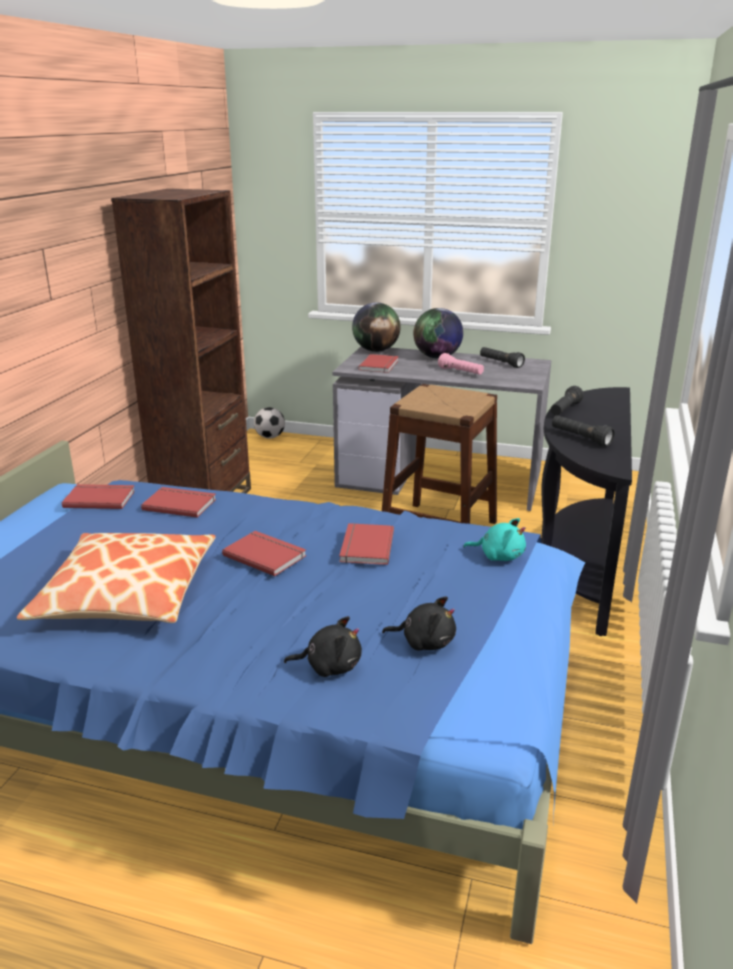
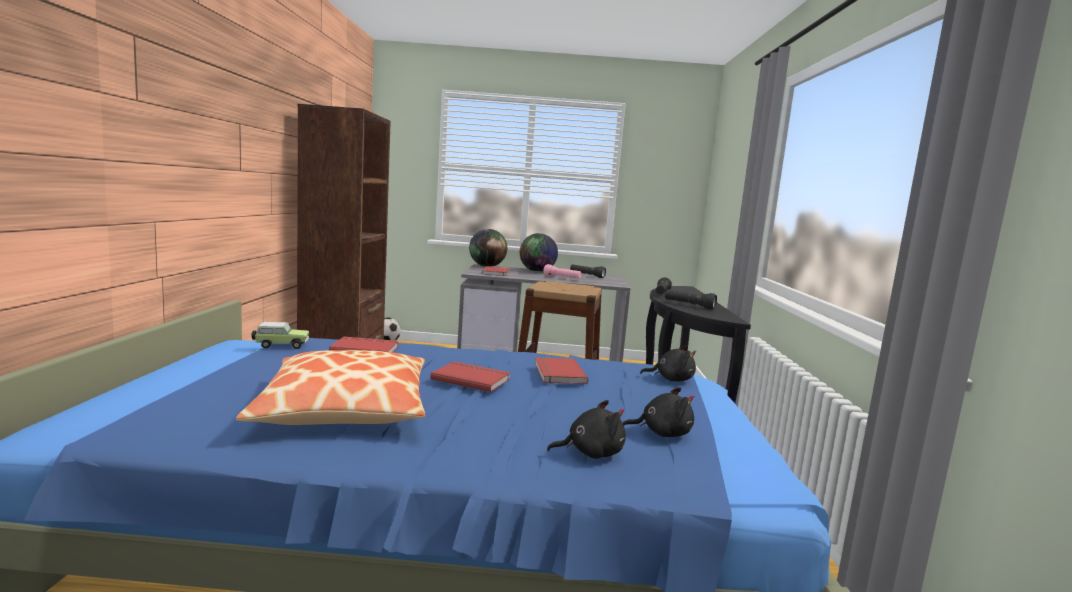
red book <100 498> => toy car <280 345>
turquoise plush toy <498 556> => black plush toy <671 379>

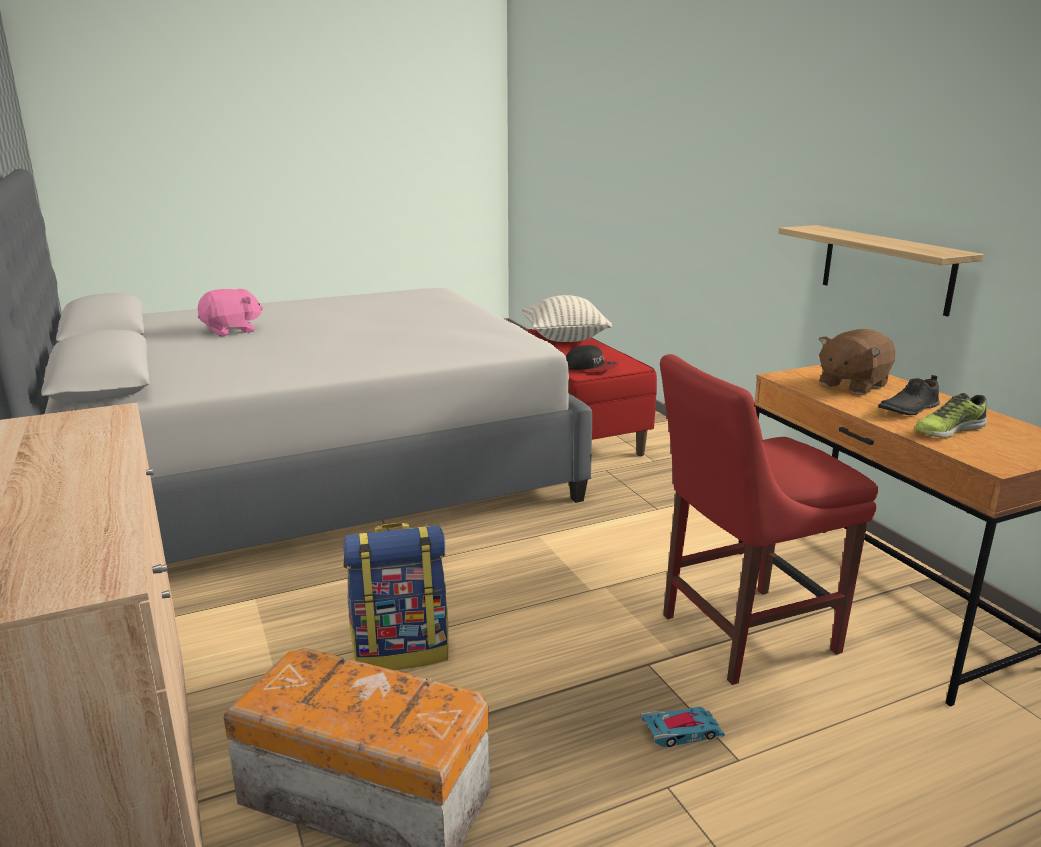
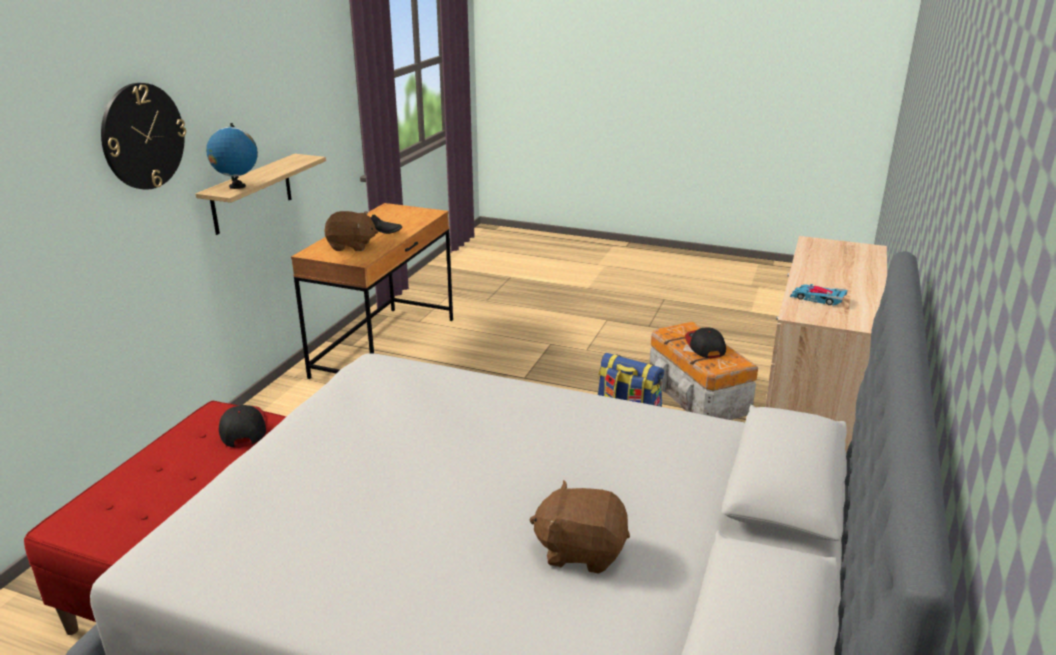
pillow <564 338> => nothing
red chair <740 634> => nothing
shoe <947 430> => nothing
nothing => wall clock <143 136>
nothing => globe <237 186>
nothing => cap <704 346>
toy car <682 731> => toy car <817 298>, shifted
pink plush toy <231 331> => brown plush toy <581 550>

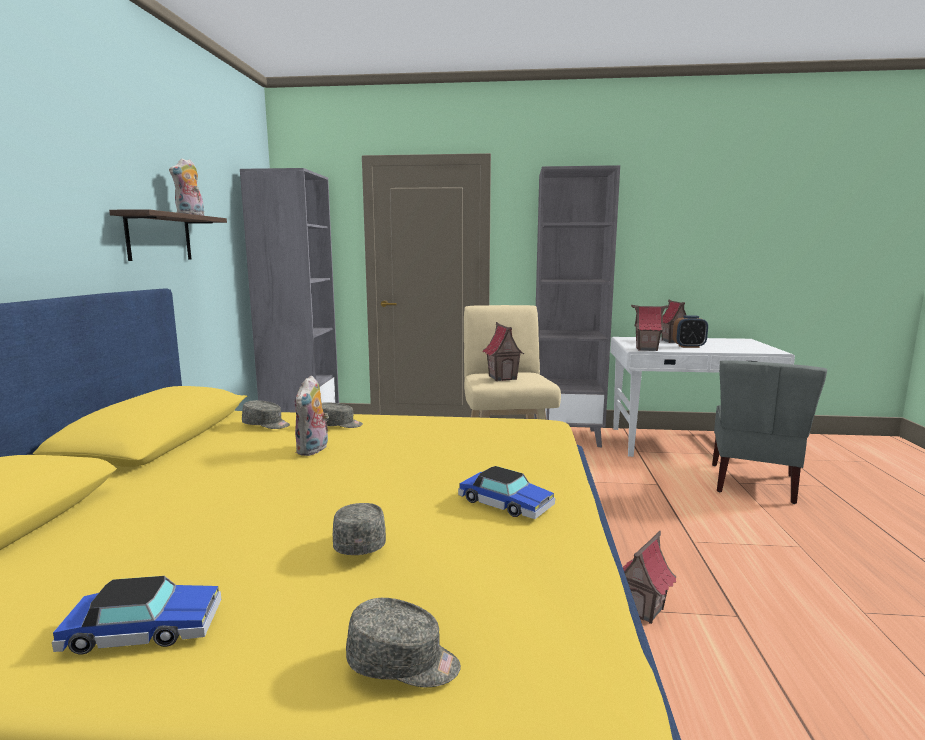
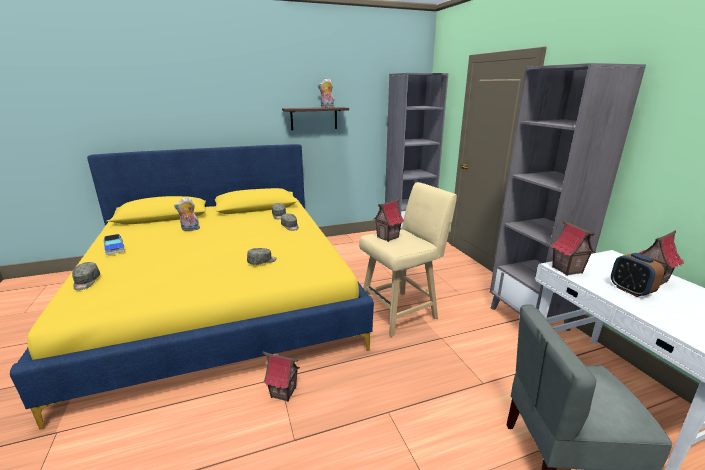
toy car <505 503> => nothing
plush toy <313 450> => plush toy <190 229>, shifted
grey cap <360 541> => grey cap <262 261>, shifted

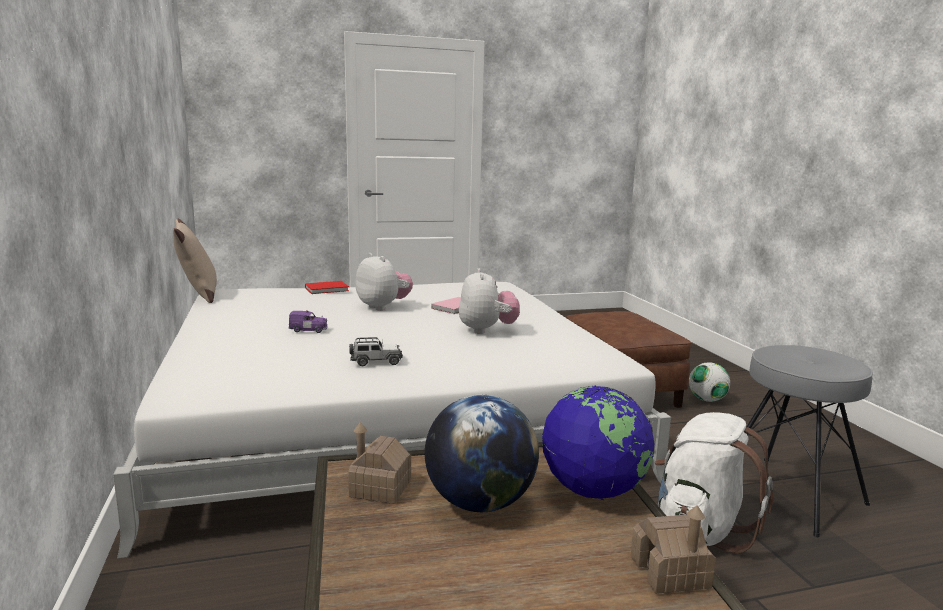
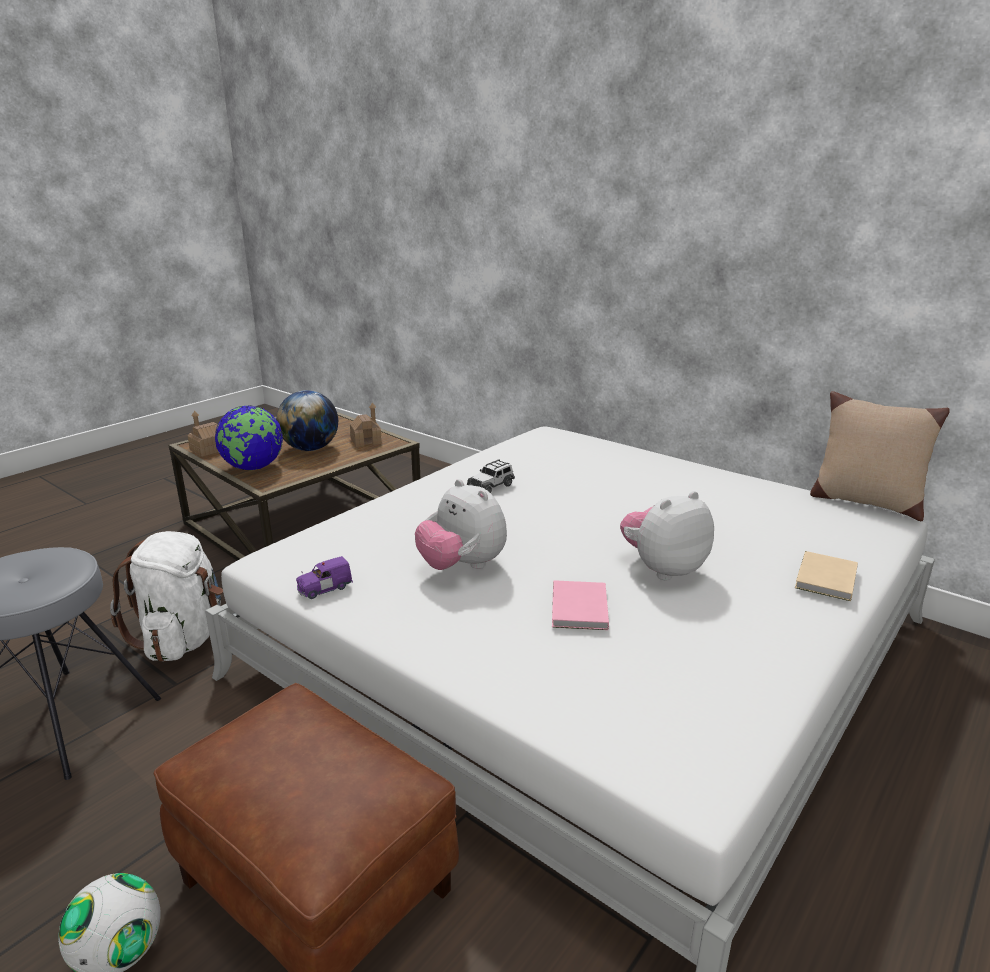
purple toy car <308 330> => purple toy car <324 588>, shifted
red book <328 289> => beige book <824 579>
plush toy <383 307> => plush toy <663 569>, 135 degrees clockwise

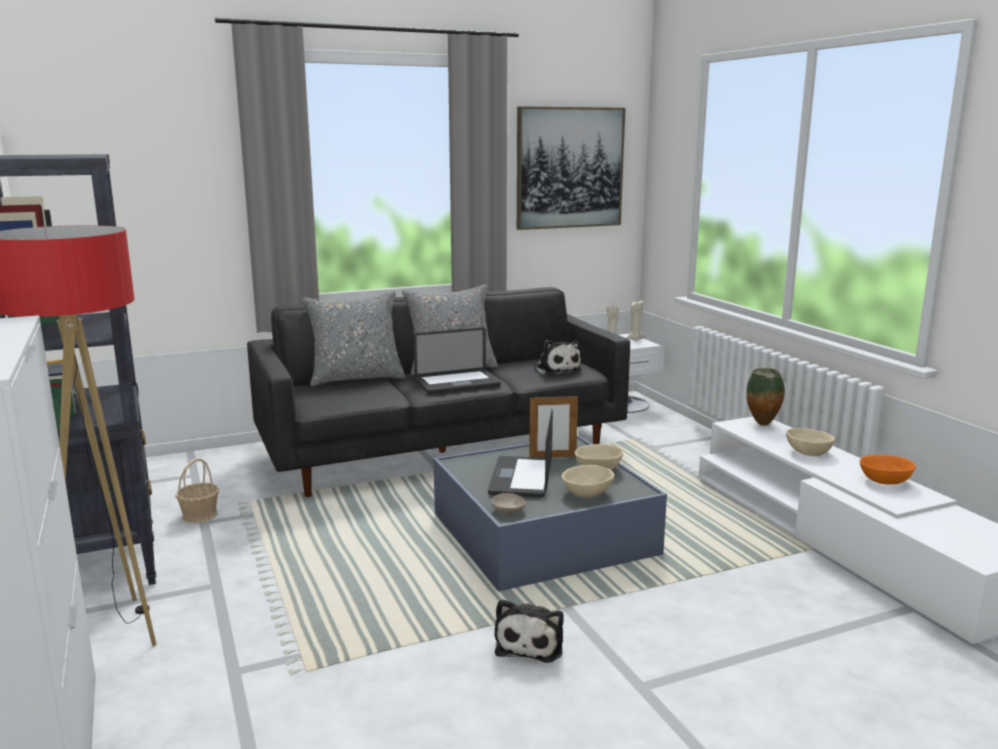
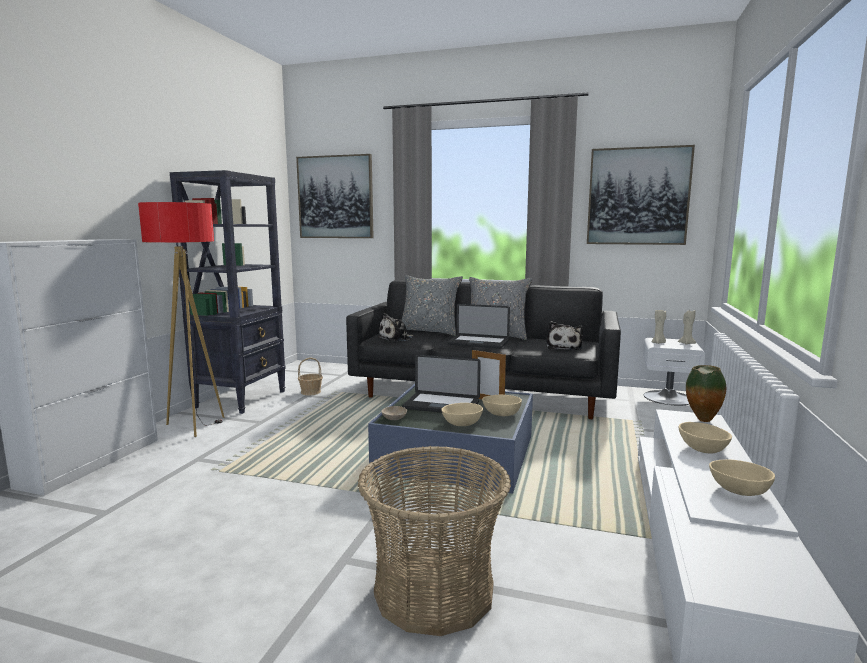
nothing => picture <335 197>
nothing => basket <434 591>
plush toy <530 643> => plush toy <396 338>, shifted
orange bowl <886 481> => beige bowl <740 491>
laptop <521 478> => laptop <441 405>, 120 degrees counterclockwise

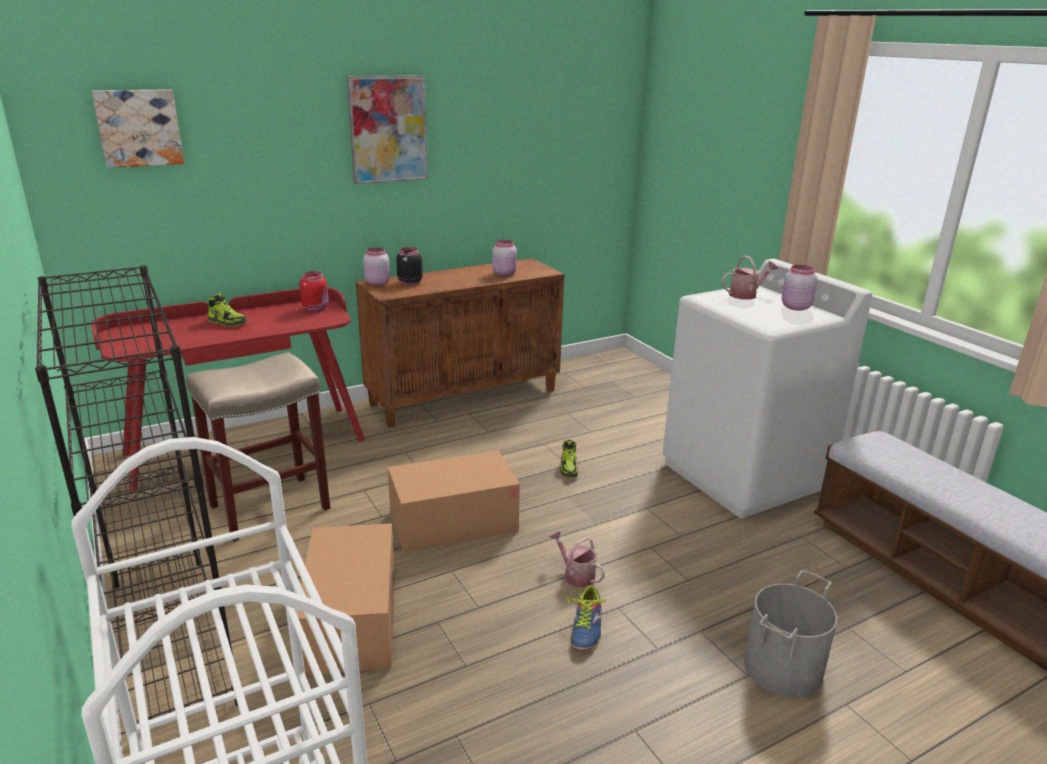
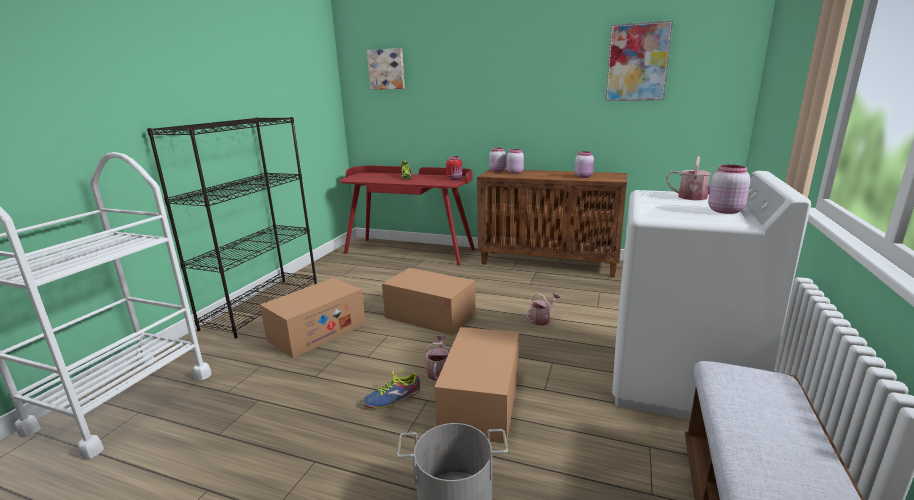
beige stool <268 508> => nothing
nothing => cardboard box <481 401>
picture <388 129> => picture <637 62>, shifted
shoe <569 469> => watering can <542 319>
black jar <409 282> => pink jar <514 172>

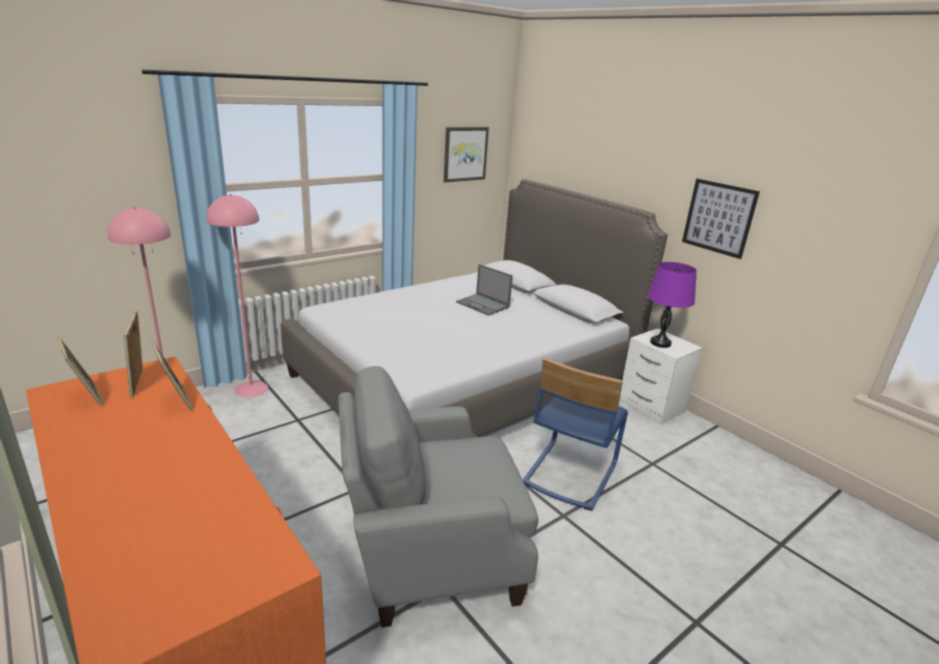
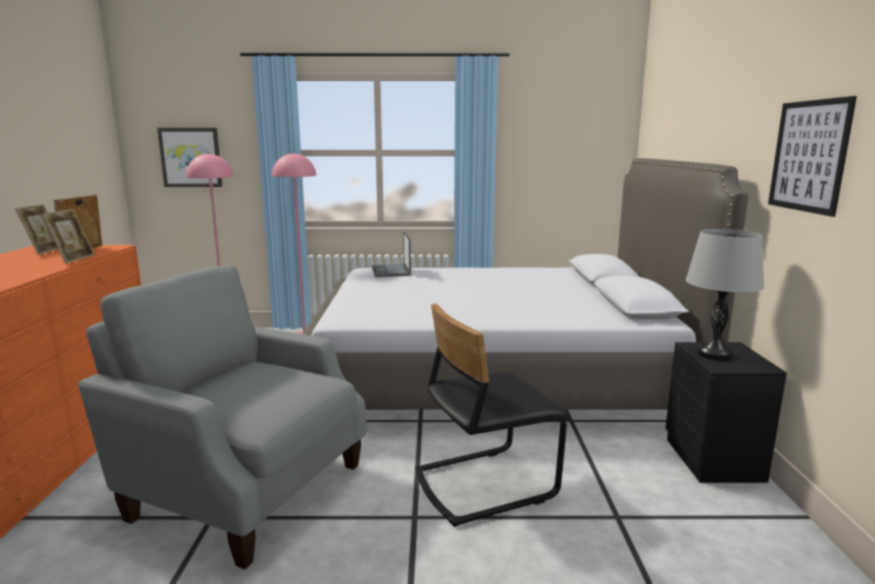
picture <465 154> => picture <191 157>, shifted
laptop <483 305> => laptop <391 271>, shifted
blue chair <569 473> => black chair <484 483>
white nightstand <652 406> => black nightstand <712 460>
purple table lamp <660 343> => grey table lamp <714 354>

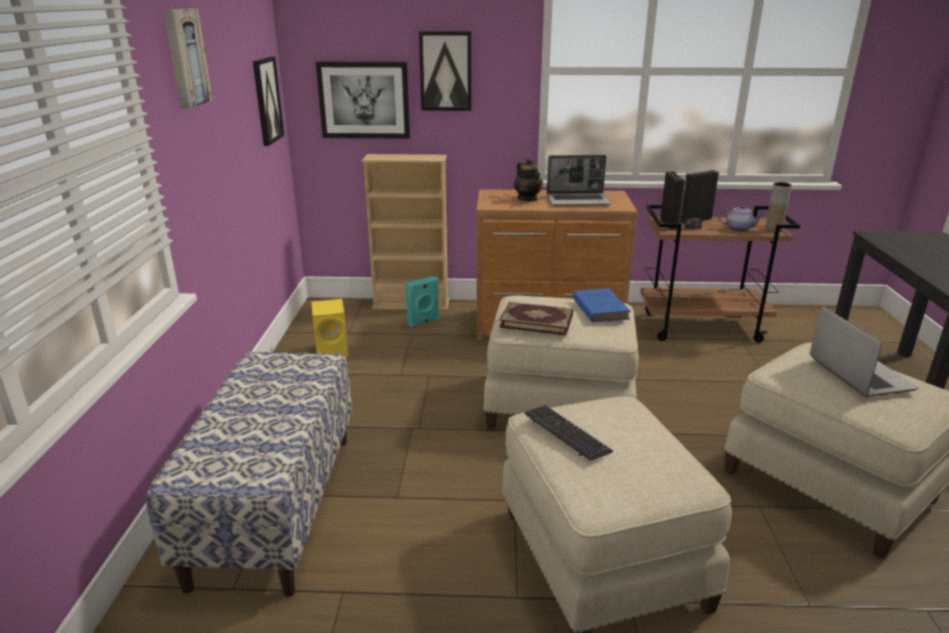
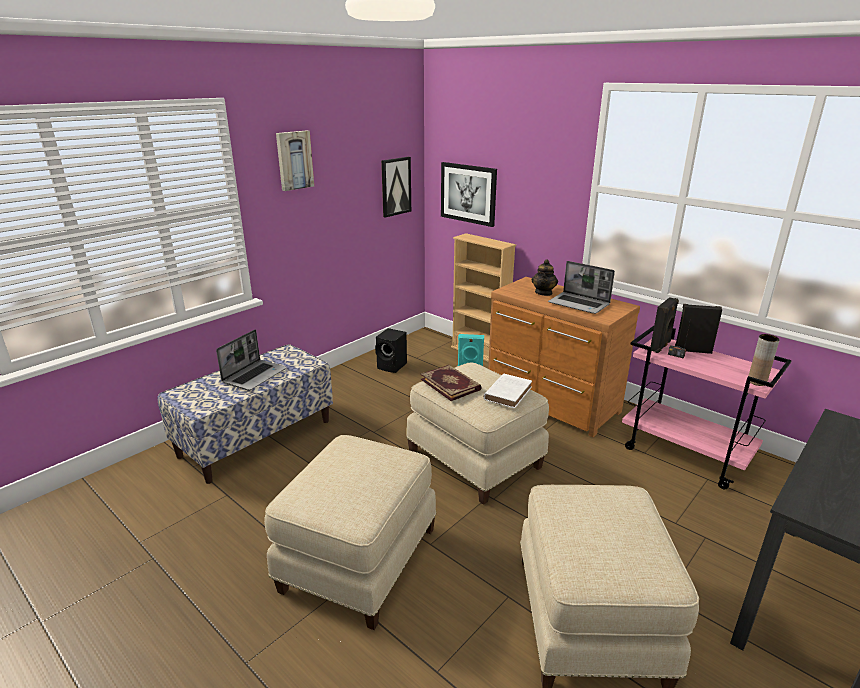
picture <445 71> => nothing
keyboard <566 433> => nothing
teapot <739 229> => nothing
laptop <858 373> => laptop <254 376>, shifted
yellow speaker <333 351> => black speaker <392 366>
blue book <599 308> => white book <508 393>
brown cart <702 327> => pink cart <686 454>

